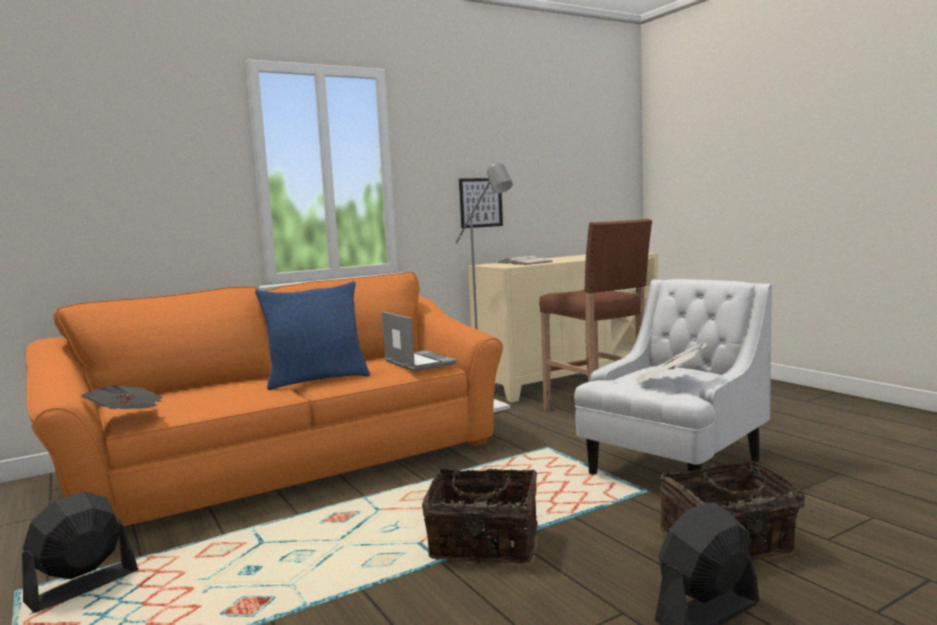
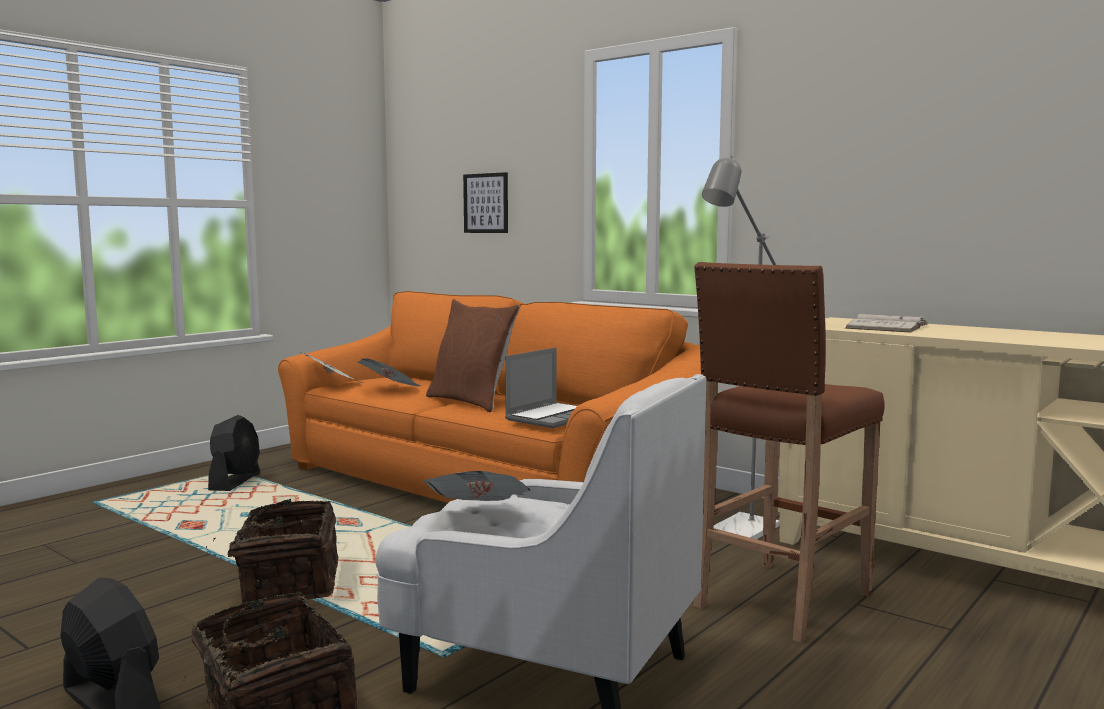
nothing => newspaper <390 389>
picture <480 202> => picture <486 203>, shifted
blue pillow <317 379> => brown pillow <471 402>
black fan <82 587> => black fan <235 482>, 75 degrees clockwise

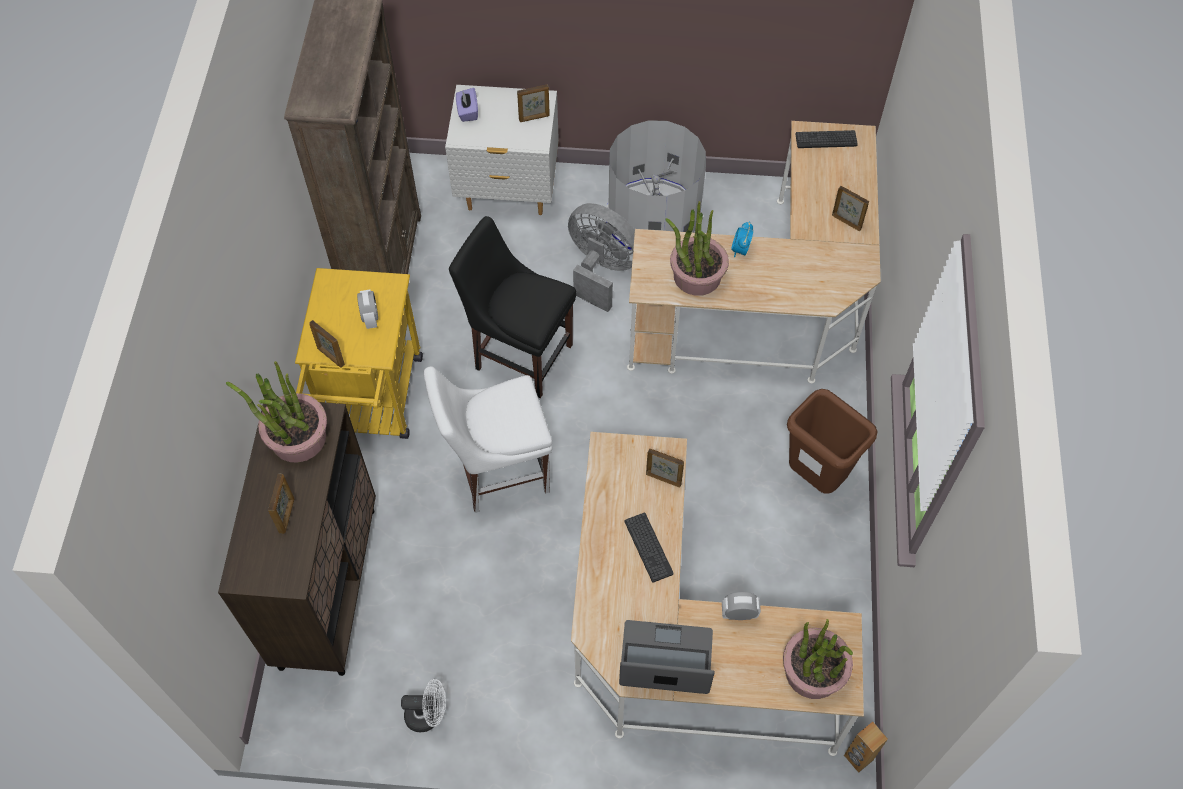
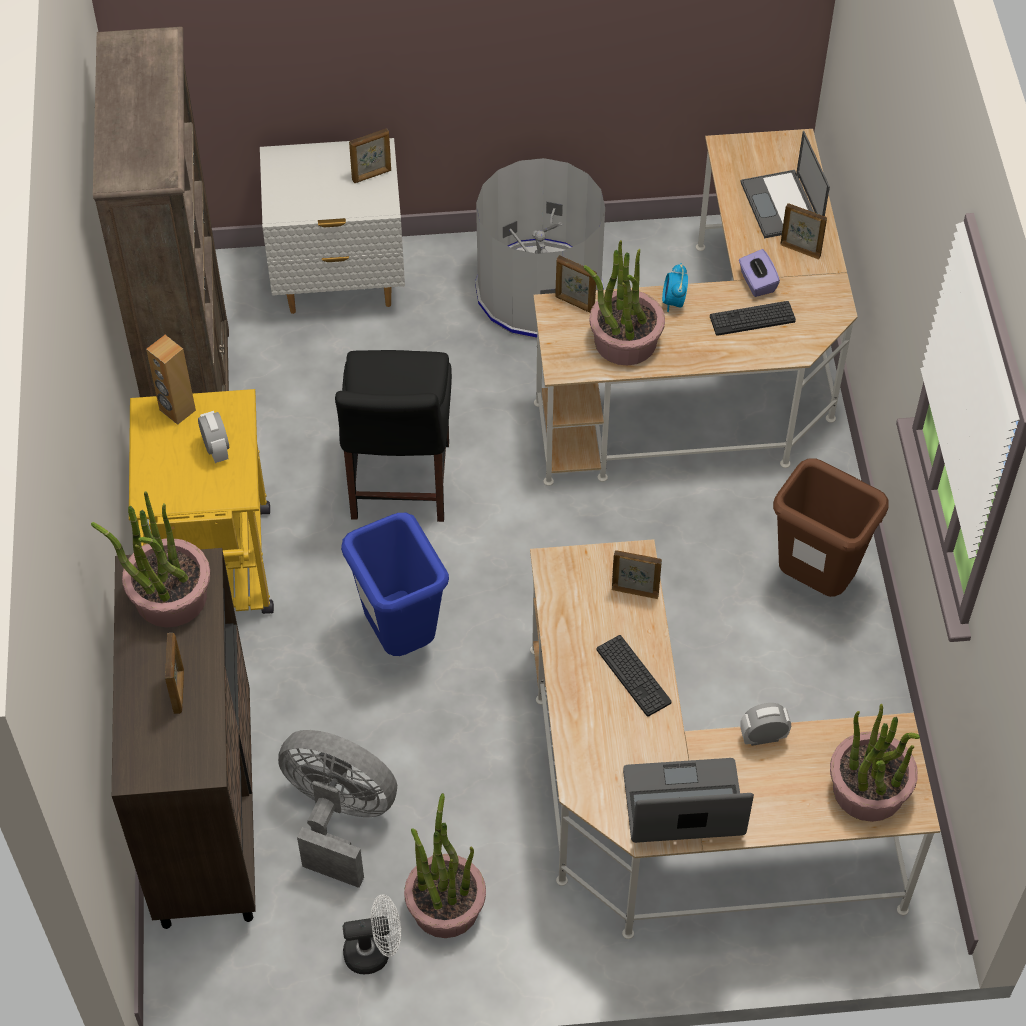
nothing => potted plant <445 906>
nothing => laptop <782 205>
picture frame <330 356> => picture frame <574 303>, shifted
purple tissue box <467 112> => purple tissue box <757 283>, shifted
grey fan <601 270> => grey fan <339 818>, shifted
keyboard <826 140> => keyboard <752 319>, shifted
brown speaker <858 758> => brown speaker <177 410>, shifted
white chair <497 472> => blue trash can <400 637>
black chair <519 354> => black chair <399 486>, 105 degrees counterclockwise

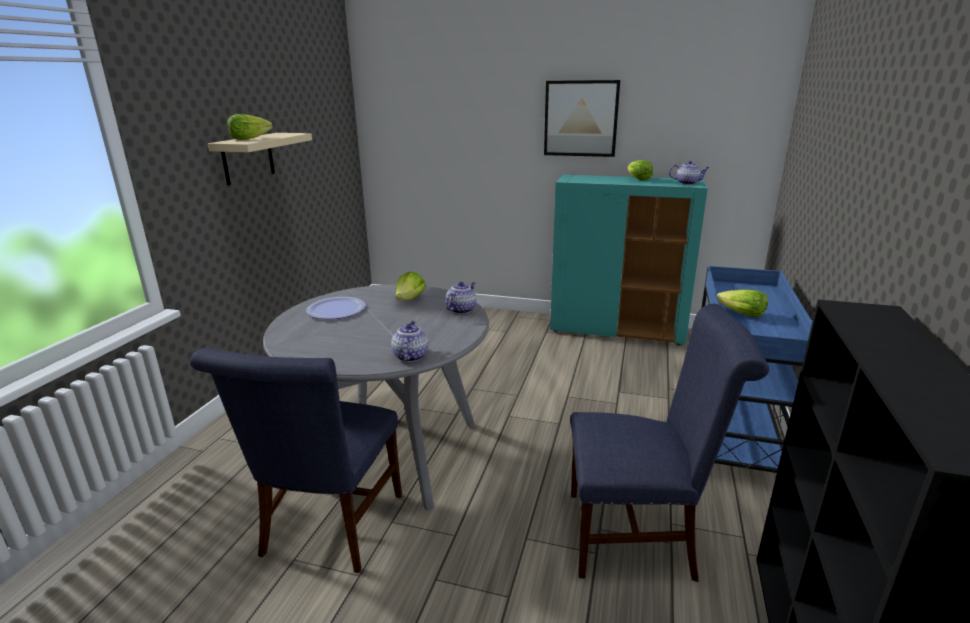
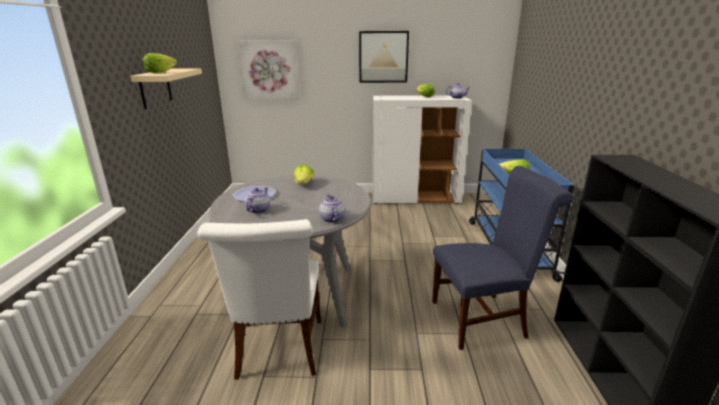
nothing => picture <269 70>
teapot <461 309> => teapot <258 210>, shifted
blue chair <329 530> => white chair <279 352>
turquoise cabinet <617 330> => white cabinet <415 199>

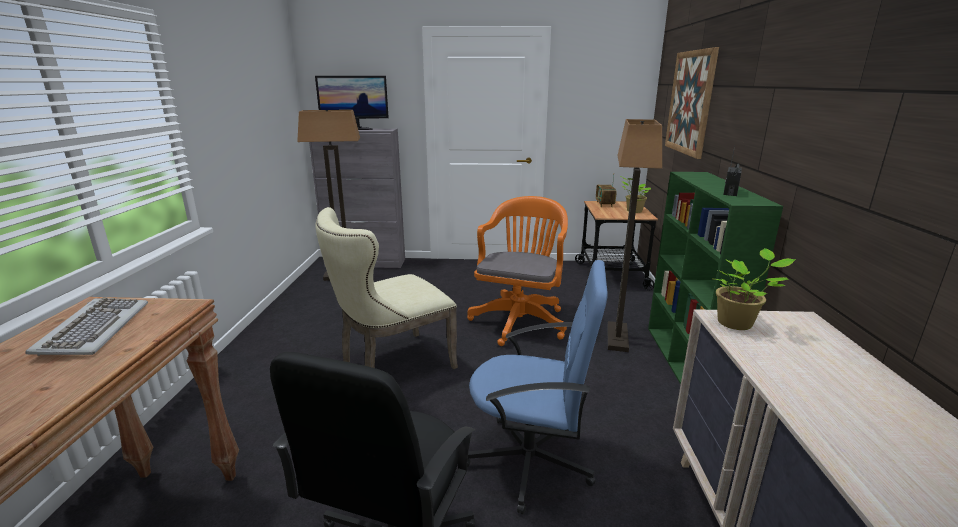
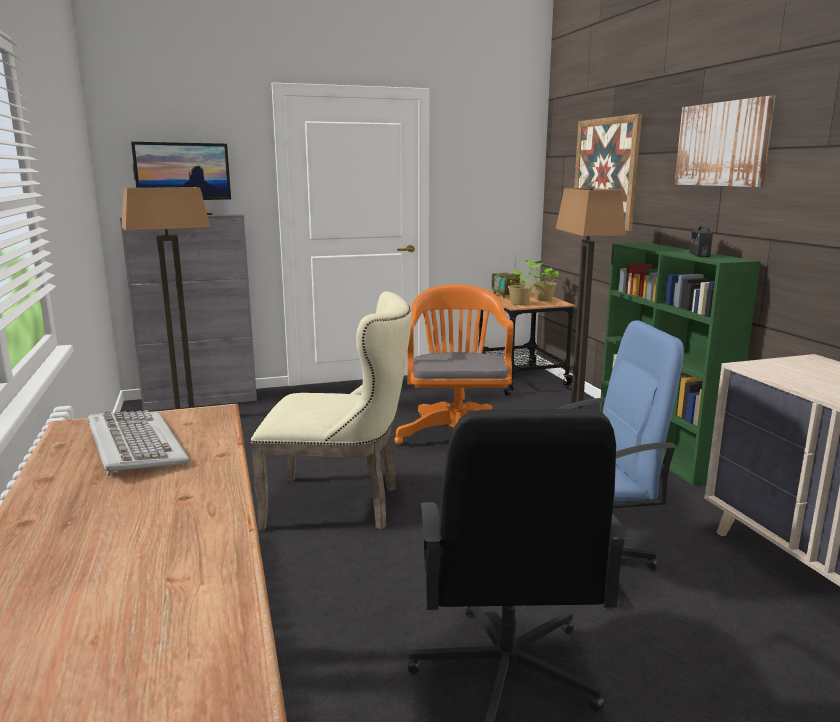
nothing => picture <723 144>
potted plant <737 323> => potted plant <521 303>, shifted
beige chair <391 366> => beige chair <341 505>, 120 degrees counterclockwise

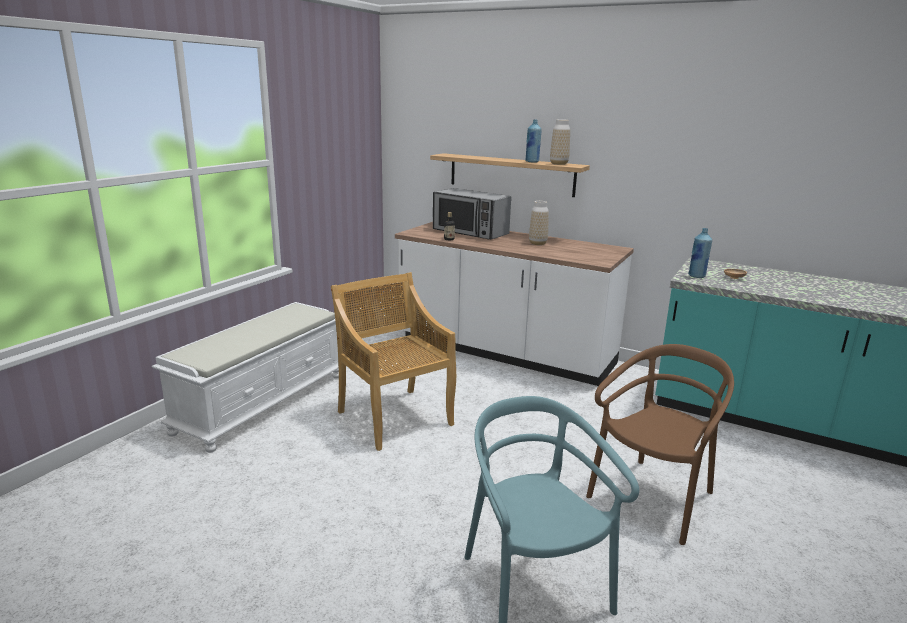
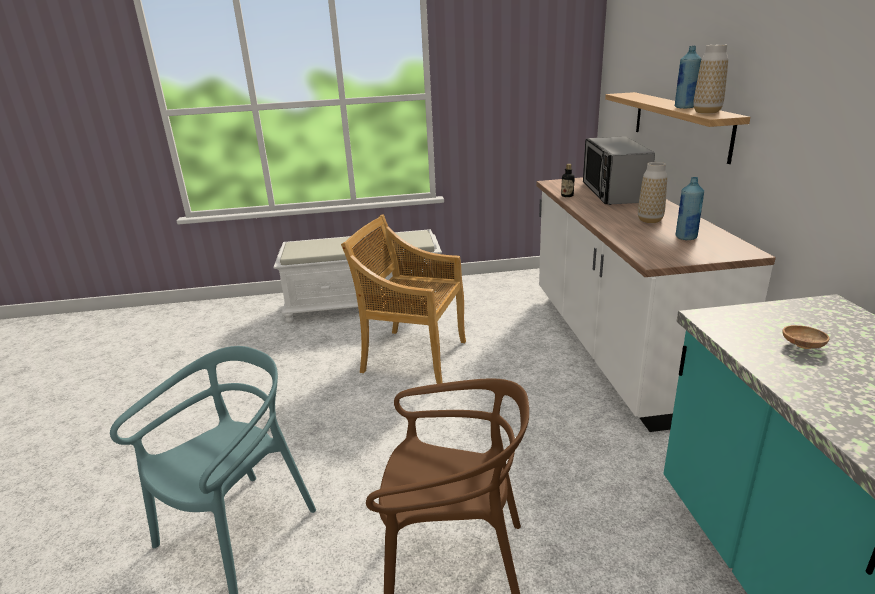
blue bottle <697 276> => blue bottle <686 237>, shifted
beige chair <394 417> => beige chair <412 356>, 90 degrees counterclockwise

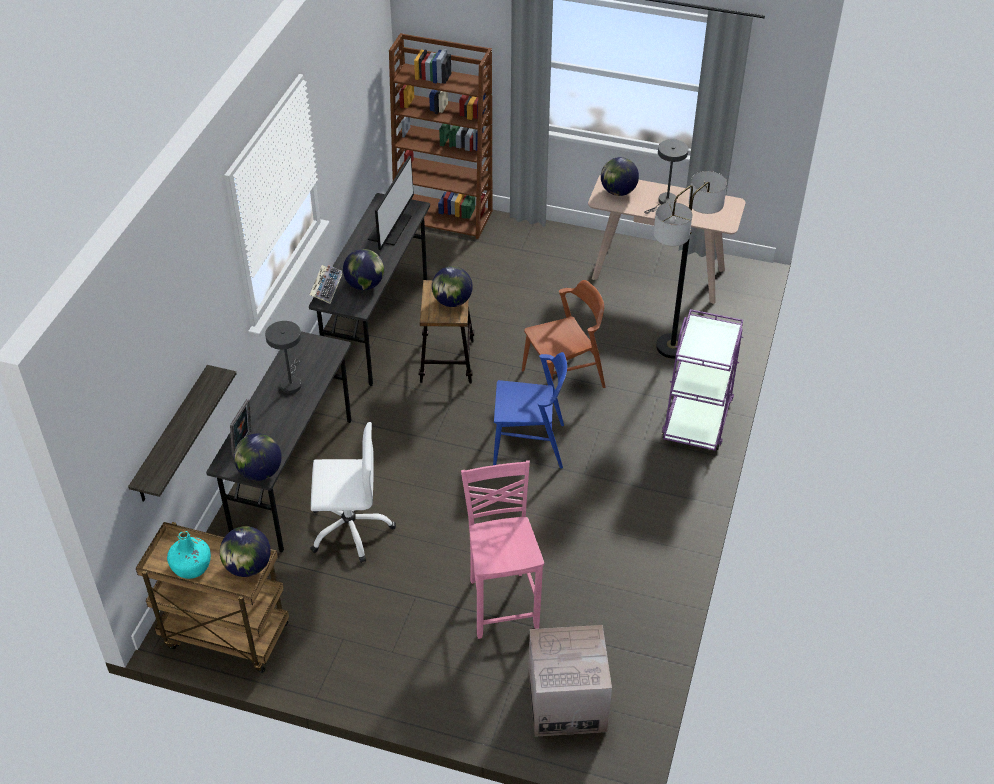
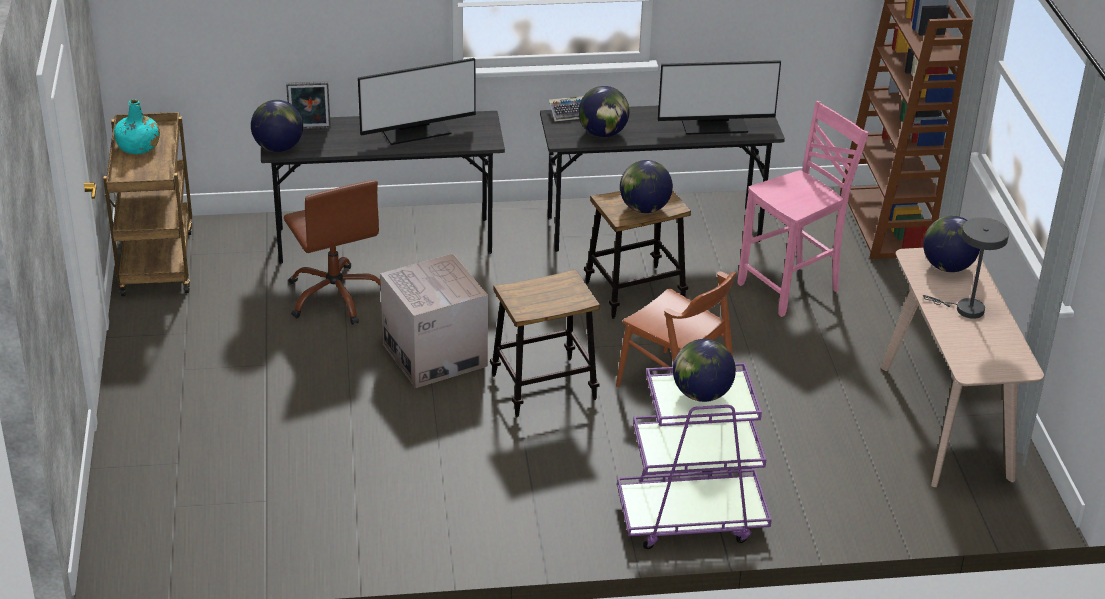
shelf <172 436> => nothing
floor lamp <672 347> => nothing
globe <248 567> => globe <701 394>, shifted
pink chair <502 603> => pink chair <791 288>, shifted
cardboard box <567 702> => cardboard box <434 355>, shifted
grey table lamp <291 383> => monitor <416 131>
blue chair <529 444> => stool <543 387>
white office chair <350 528> => brown office chair <336 296>

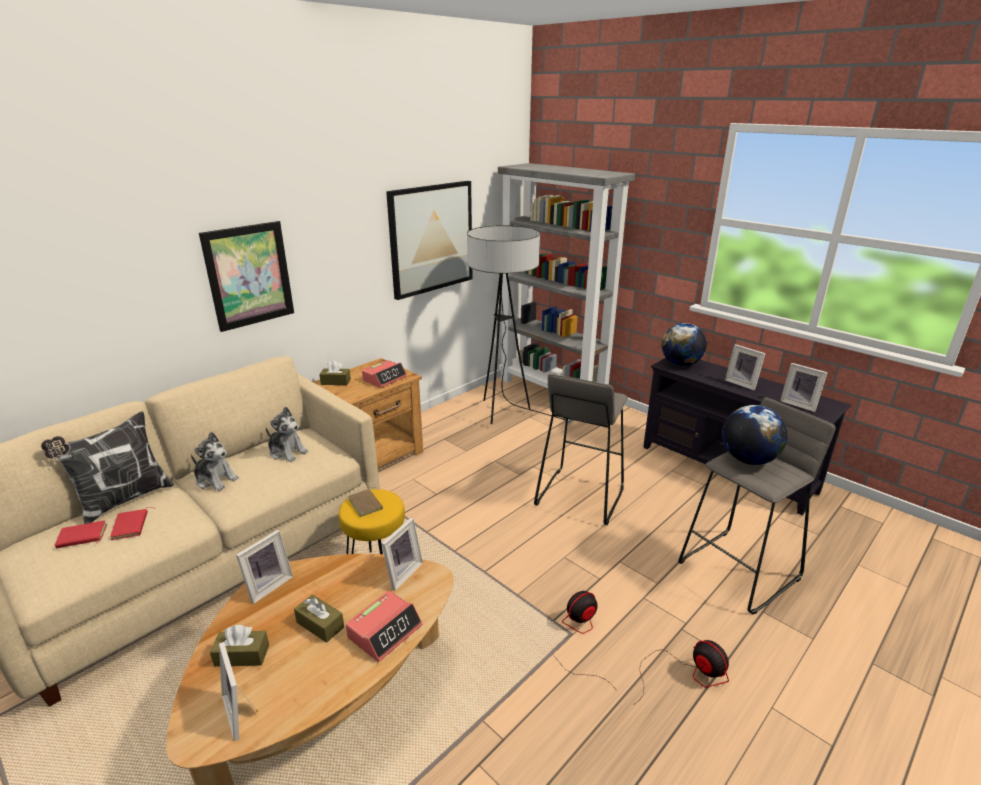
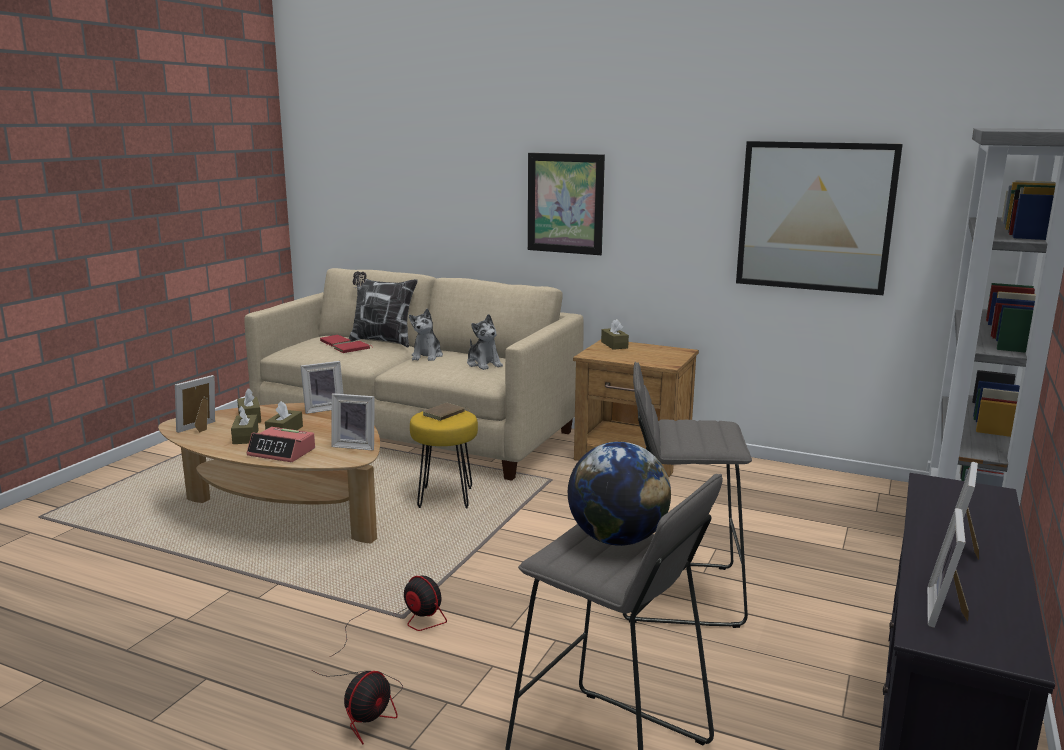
alarm clock <384 378> => nothing
floor lamp <505 415> => nothing
globe <680 364> => nothing
nothing => brown tissue box <245 437>
picture frame <267 585> => picture frame <323 408>, 45 degrees counterclockwise
plush toy <287 452> => plush toy <484 364>, 45 degrees counterclockwise

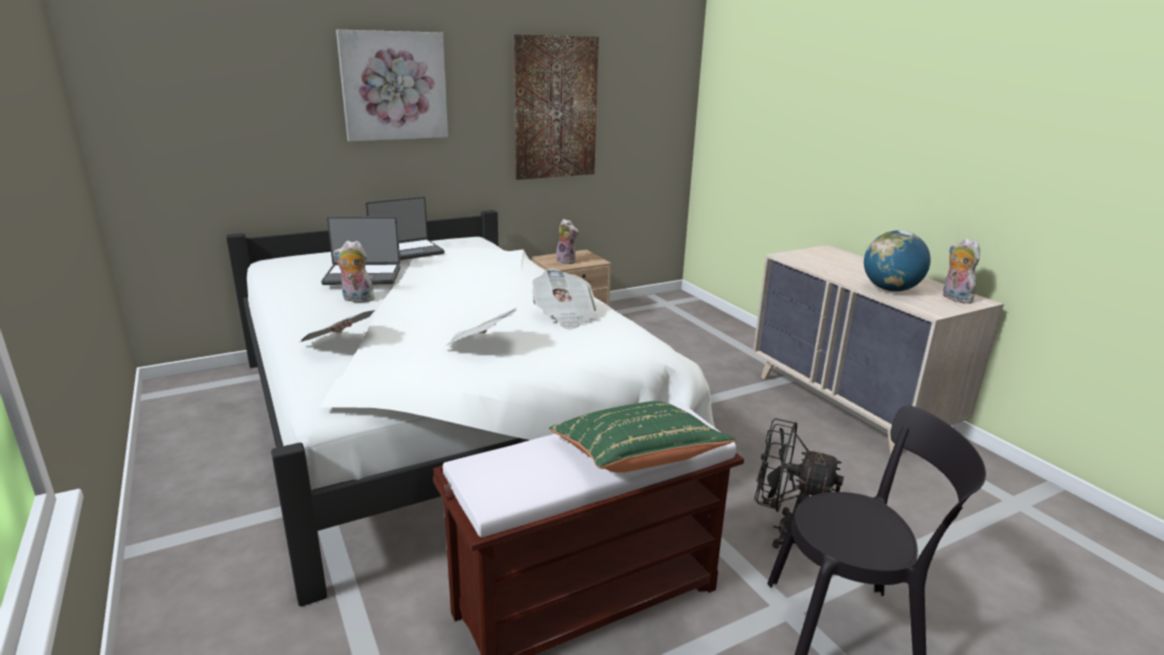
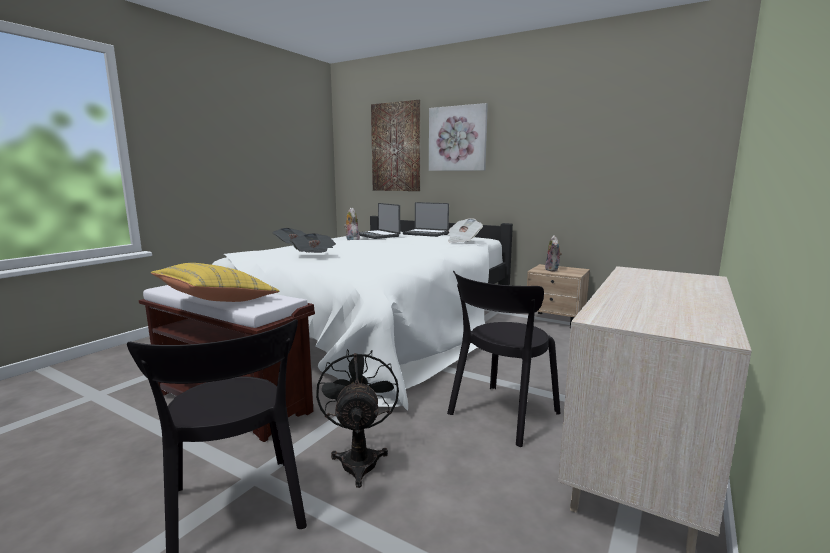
globe <890 289> => nothing
plush toy <954 298> => nothing
nothing => black chair <500 415>
picture <555 108> => picture <396 147>, shifted
newspaper <564 316> => newspaper <463 240>, shifted
green pillow <635 459> => yellow pillow <217 301>

